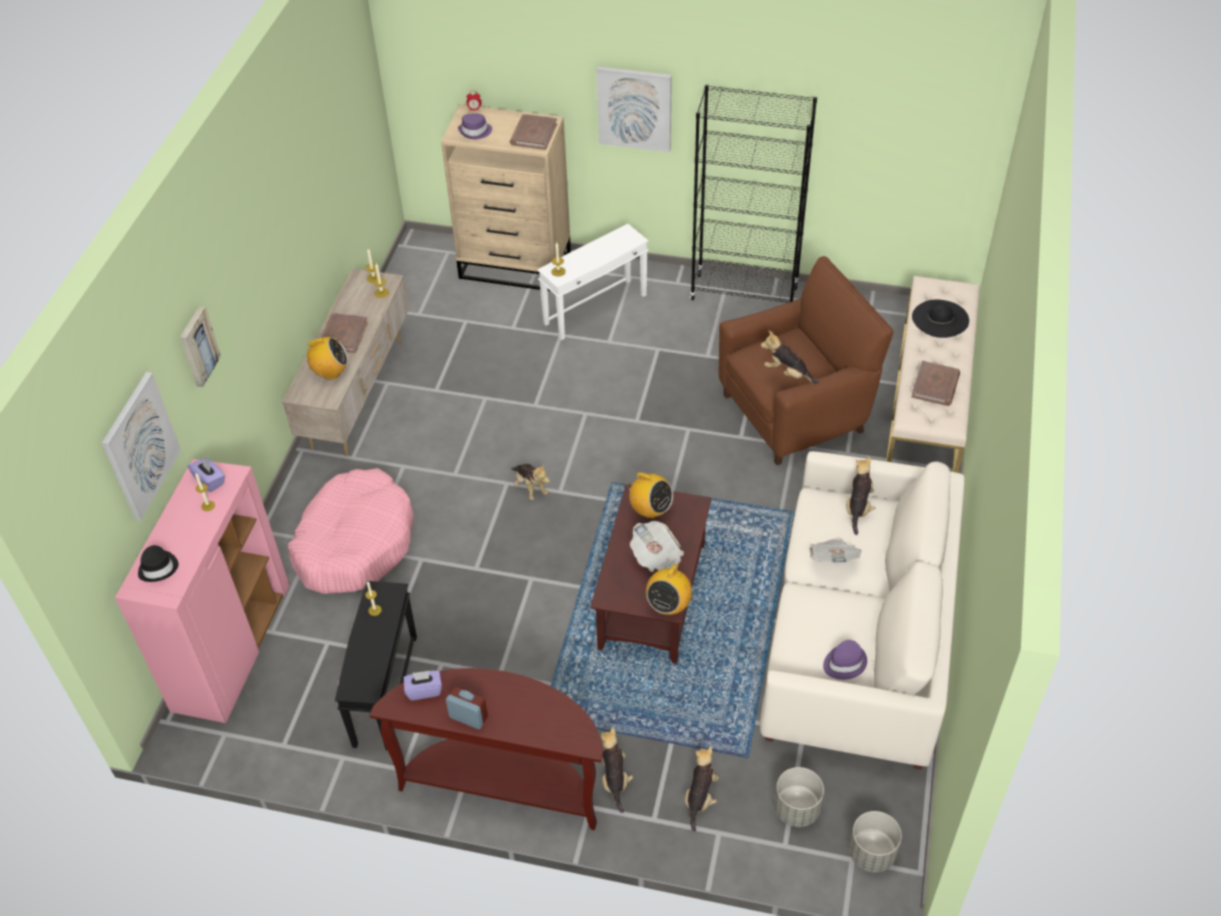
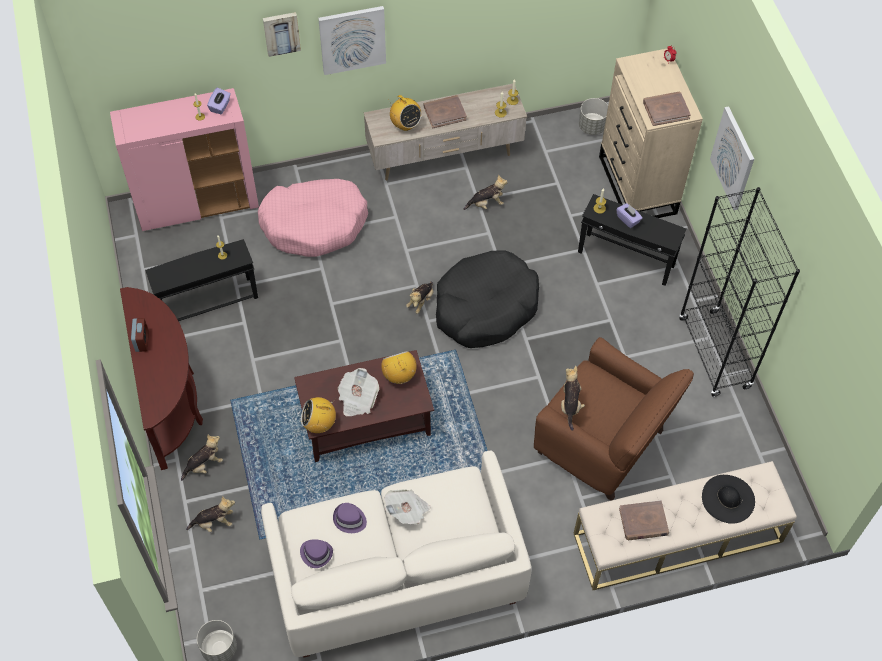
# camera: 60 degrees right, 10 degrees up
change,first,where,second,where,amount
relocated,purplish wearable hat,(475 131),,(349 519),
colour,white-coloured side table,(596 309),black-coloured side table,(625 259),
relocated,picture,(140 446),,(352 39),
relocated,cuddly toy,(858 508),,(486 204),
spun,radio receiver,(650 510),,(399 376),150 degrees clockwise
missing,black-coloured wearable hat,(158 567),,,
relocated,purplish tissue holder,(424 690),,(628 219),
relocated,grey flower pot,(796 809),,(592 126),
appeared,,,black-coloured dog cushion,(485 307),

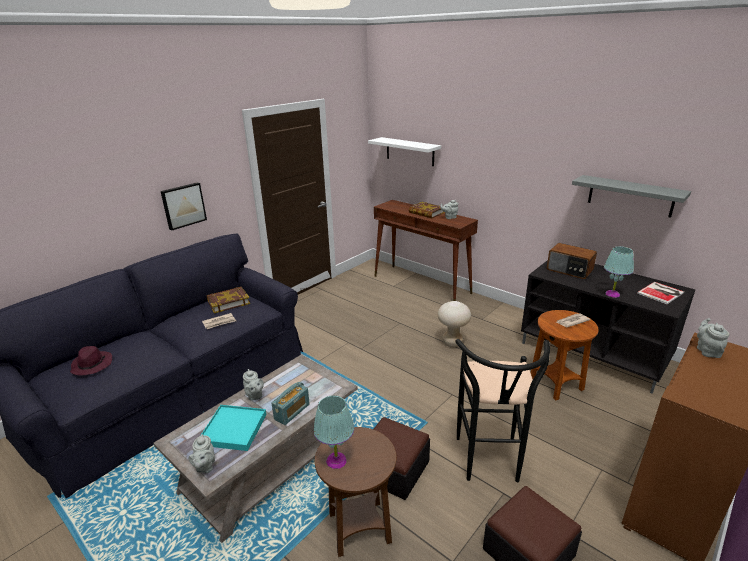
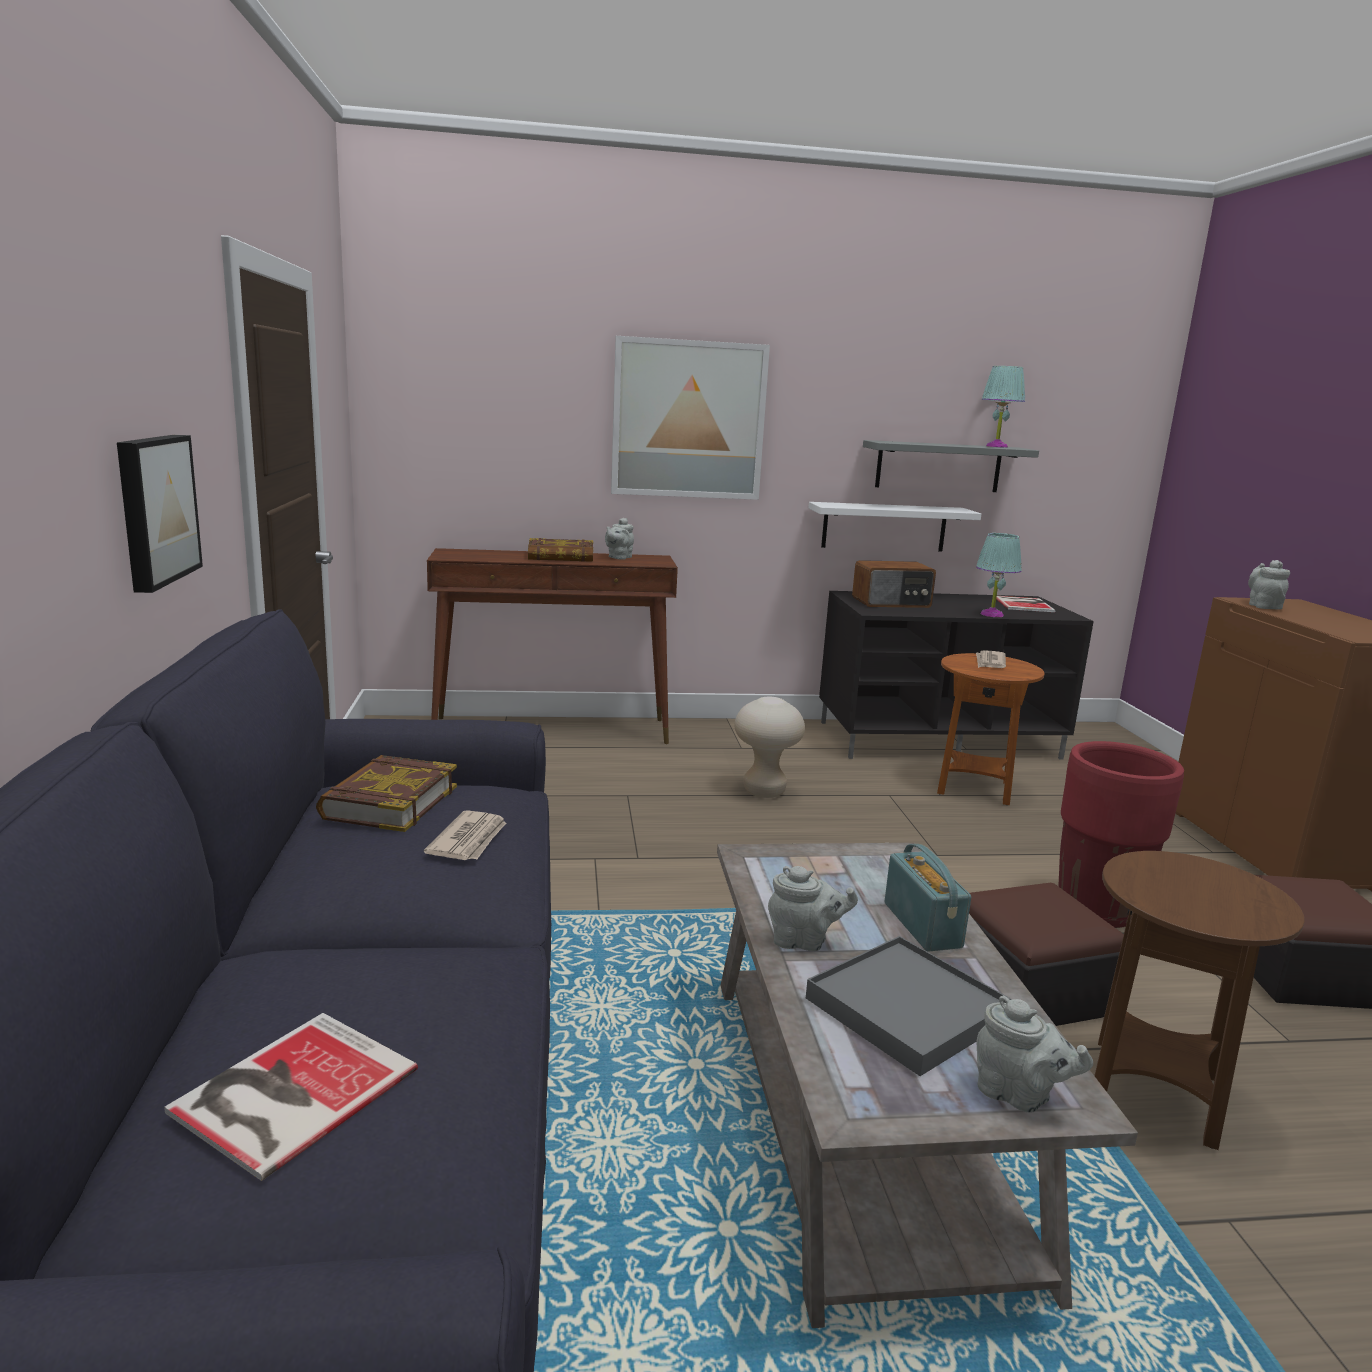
# camera: 50 degrees left, 10 degrees down
change,first,where,second,where,amount
relocated,white-coloured wall shelf,(410 151),,(884 527),
spun,grey teapot,(707 351),,(1263 606),45 degrees clockwise
exchanged,black-coloured stool seat,(489 464),red-coloured flower pot,(1097 910),
exchanged,purplish wearable hat,(91 365),bound book,(288 1092),
relocated,turquoise lamp for a table,(336 460),,(996 446),
colour,turquoise carrying tray,(234 429),grey carrying tray,(907 1008),
appeared,,,picture,(688 420),

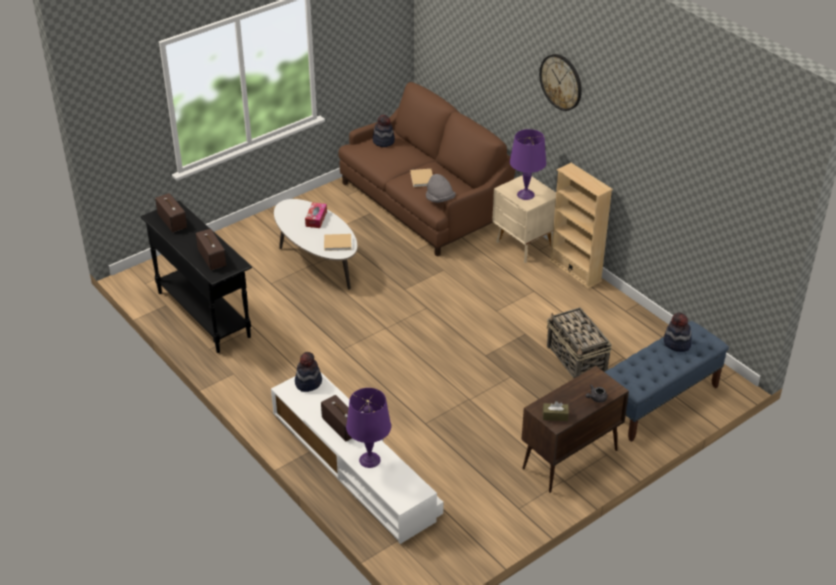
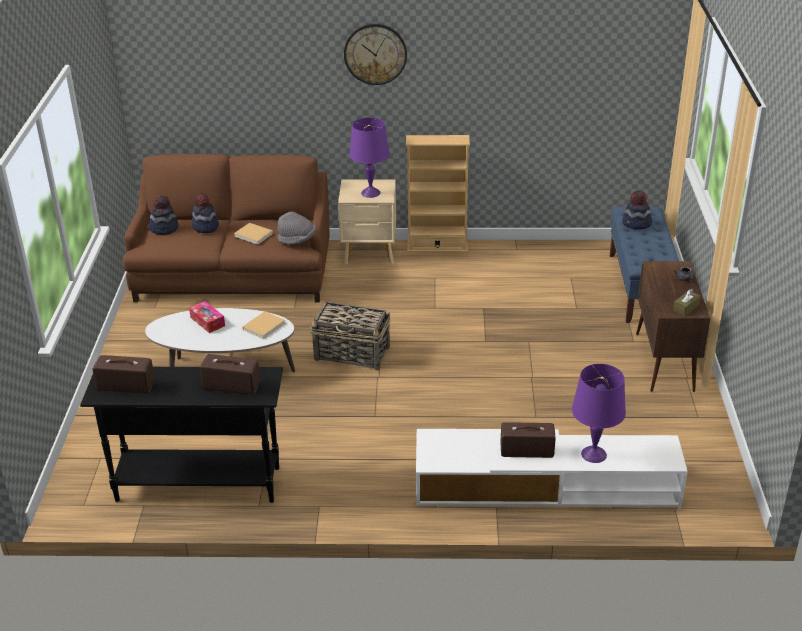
# camera: 50 degrees left, 5 degrees down
change,first,where,second,where,amount
relocated,basket,(576 360),,(353 354),
relocated,wearable hat,(308 382),,(205 227),

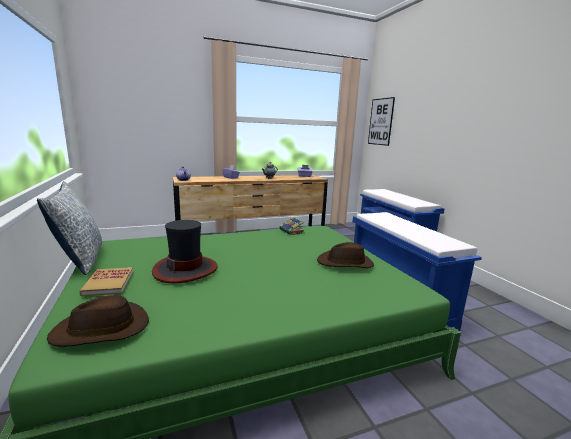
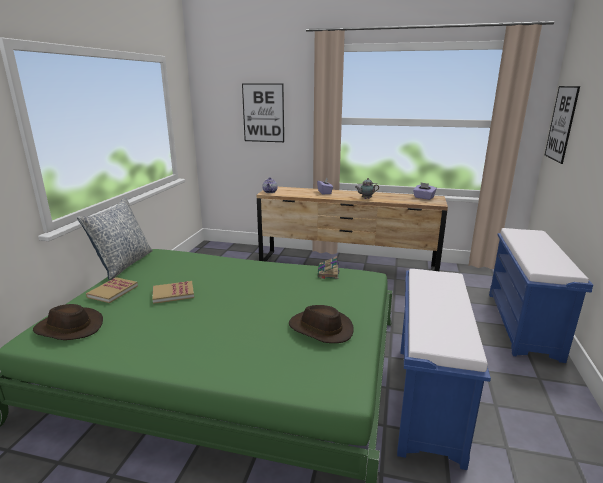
# camera: 35 degrees right, 5 degrees up
change,first,where,second,where,amount
exchanged,wearable hat,(186 269),bound book,(173 293),
appeared,,,picture,(263 113),

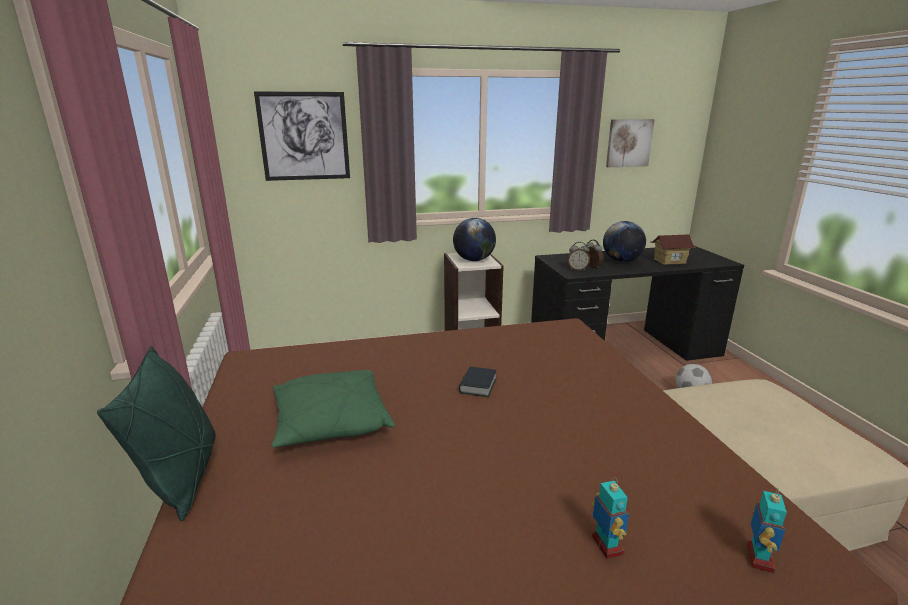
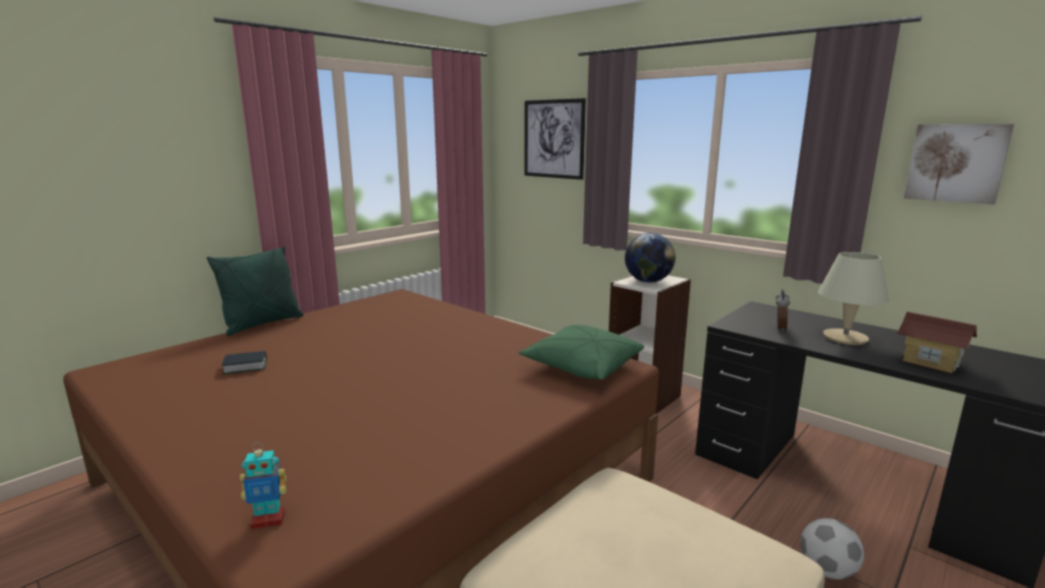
# camera: 55 degrees right, 5 degrees down
change,first,where,second,where,amount
exchanged,desk globe,(621 261),beige lamp for a table,(844 338),
missing,alarm clock,(577 269),,,
relocated,bound book,(477 385),,(245 366),
relocated,greenish cushion,(331 423),,(582 367),
missing,model robot,(606 546),,,

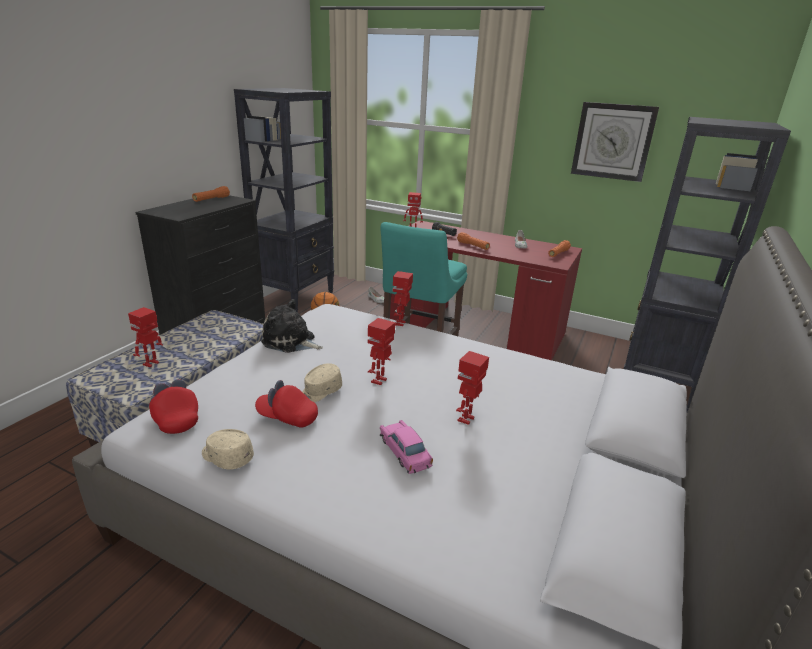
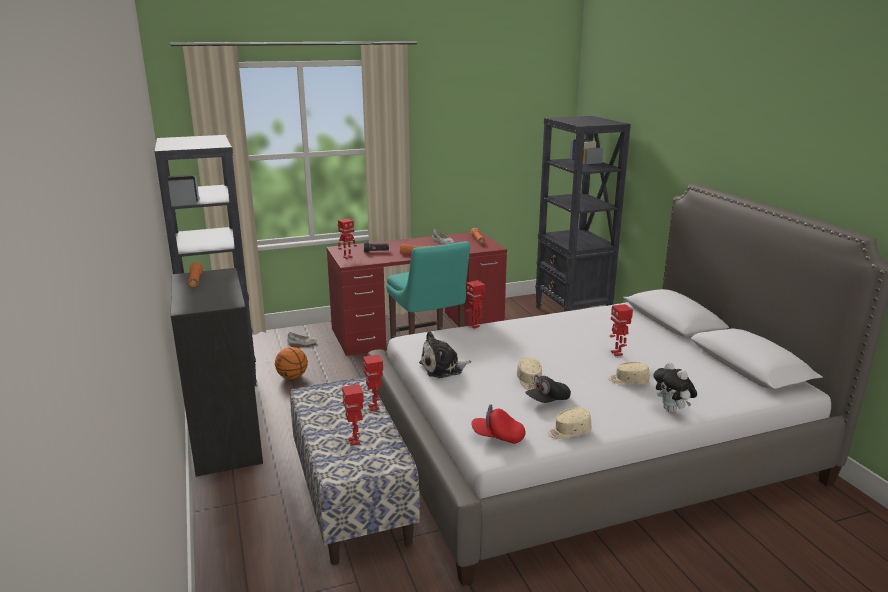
# camera: 45 degrees left, 5 degrees down
change,first,where,second,where,amount
missing,clock on the wall,(613 141),,,
relocated,model robot,(379 381),,(374 407),
colour,red-coloured baseball cap,(287 417),black-coloured baseball cap,(547 400),
exchanged,pink-coloured model car,(404 452),beige baseball cap,(628 381),
appeared,,,cuddly toy,(672 410),

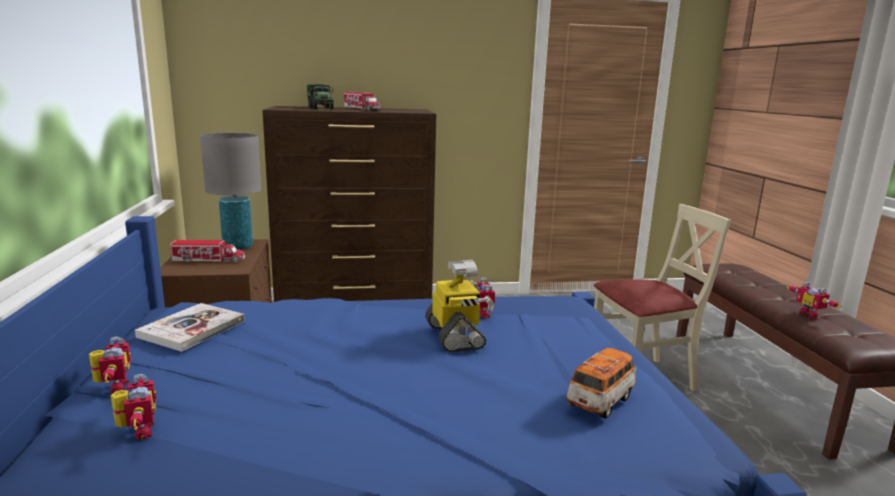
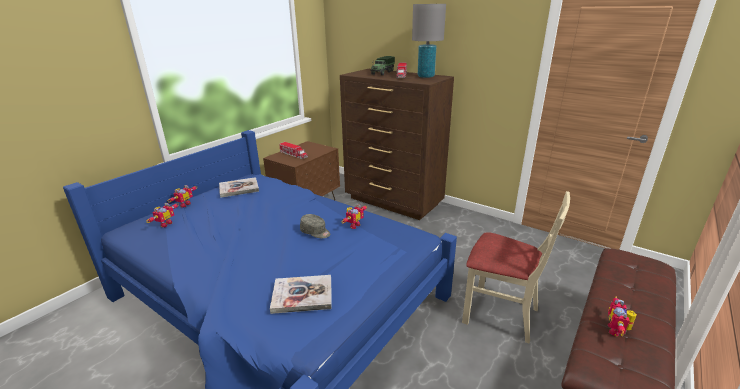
# camera: 45 degrees right, 10 degrees up
change,first,where,second,where,amount
relocated,grey lamp for a table,(238 247),,(426 76),
exchanged,model robot,(456 336),grey baseball cap,(315 232),
exchanged,model car,(600 400),bound book,(302 295),

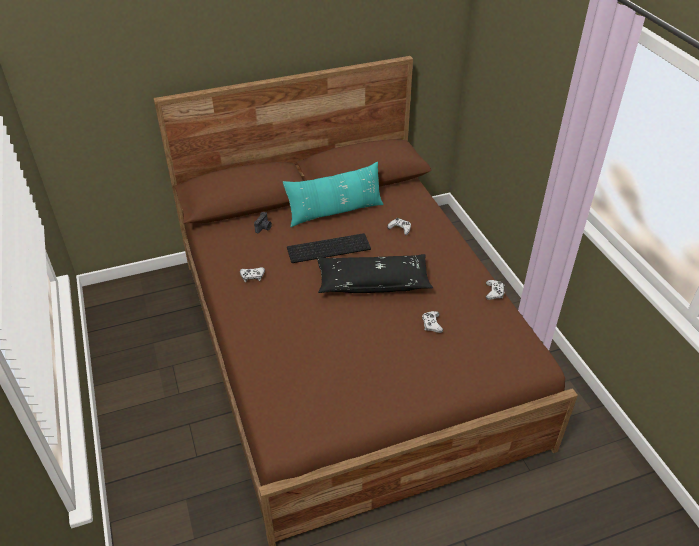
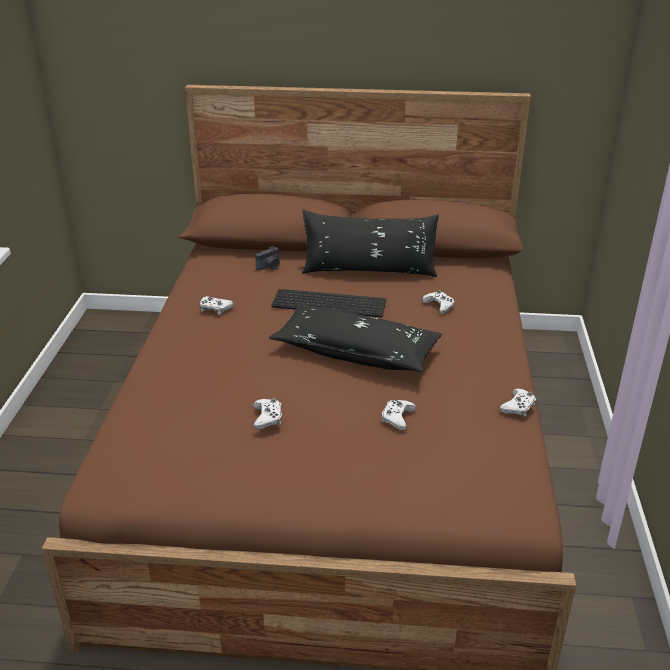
# camera: 25 degrees right, 10 degrees down
change,first,where,second,where,amount
colour,turquoise cushion,(335 212),black-coloured cushion,(369 271),
appeared,,,white-coloured game controller,(267 417),

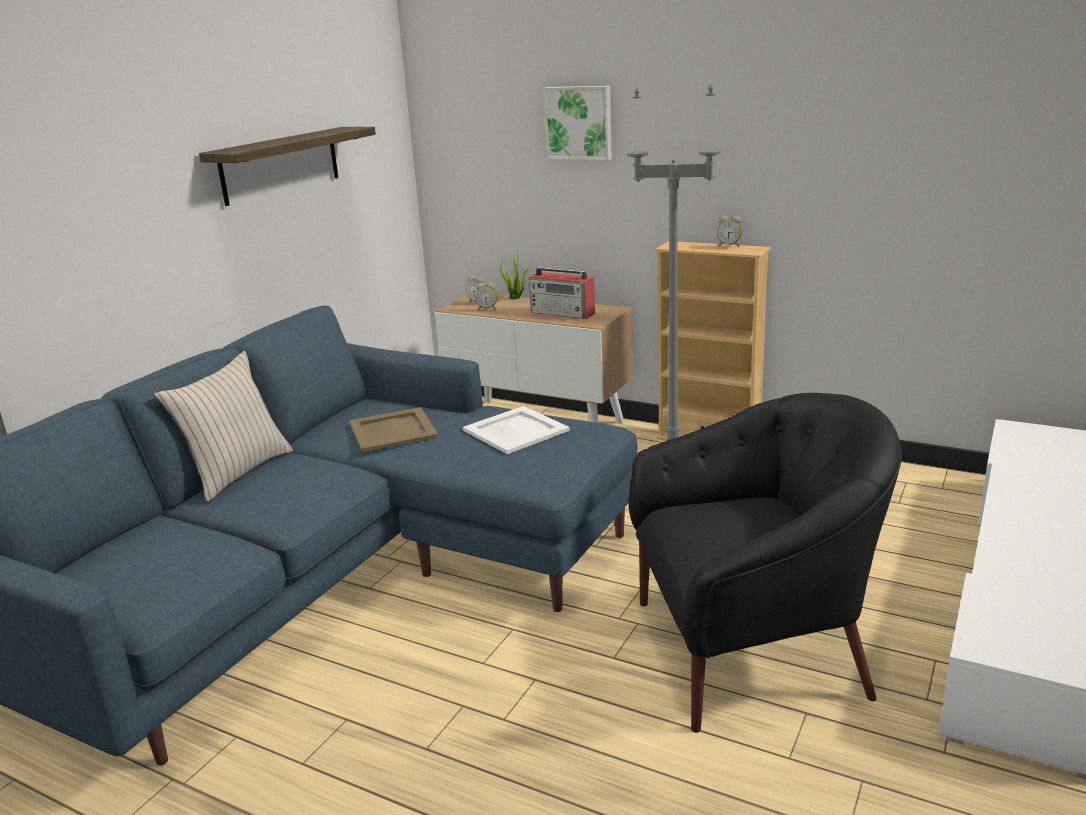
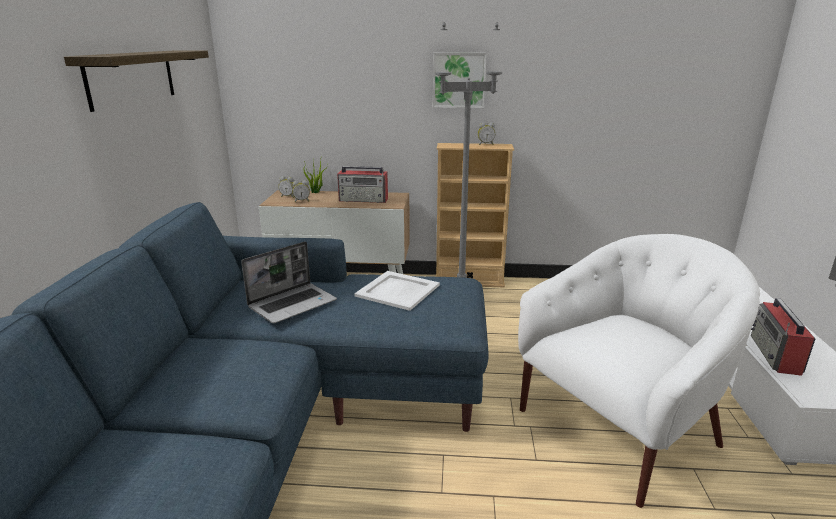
# camera: 25 degrees left, 0 degrees up
change,first,where,second,where,amount
relocated,picture,(579 122),,(459 80),
missing,beige cushion,(237 472),,,
colour,black-coloured lounge chair,(751 649),white-coloured lounge chair,(619 428),
exchanged,beige carrying tray,(393 430),notebook computer,(293 304),
appeared,,,radio receiver,(775 355),

